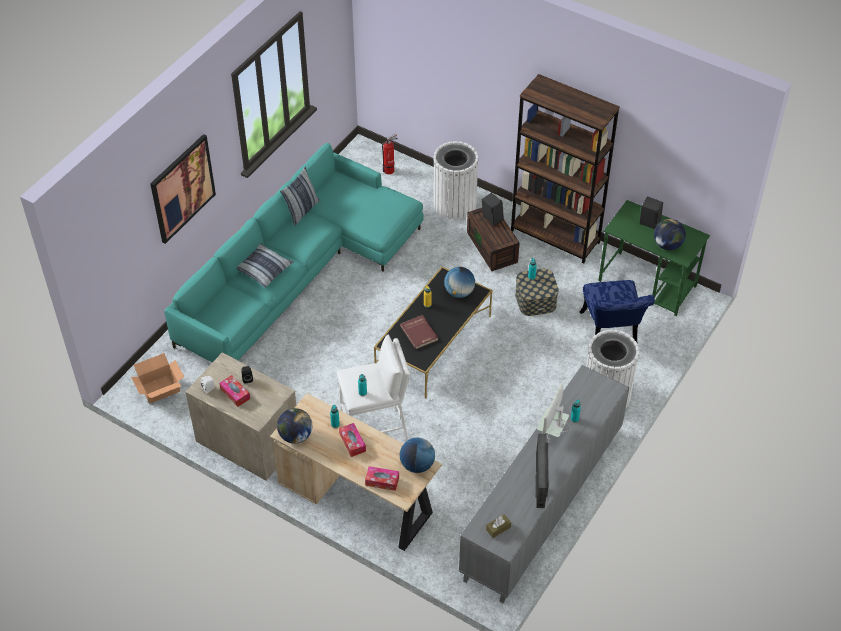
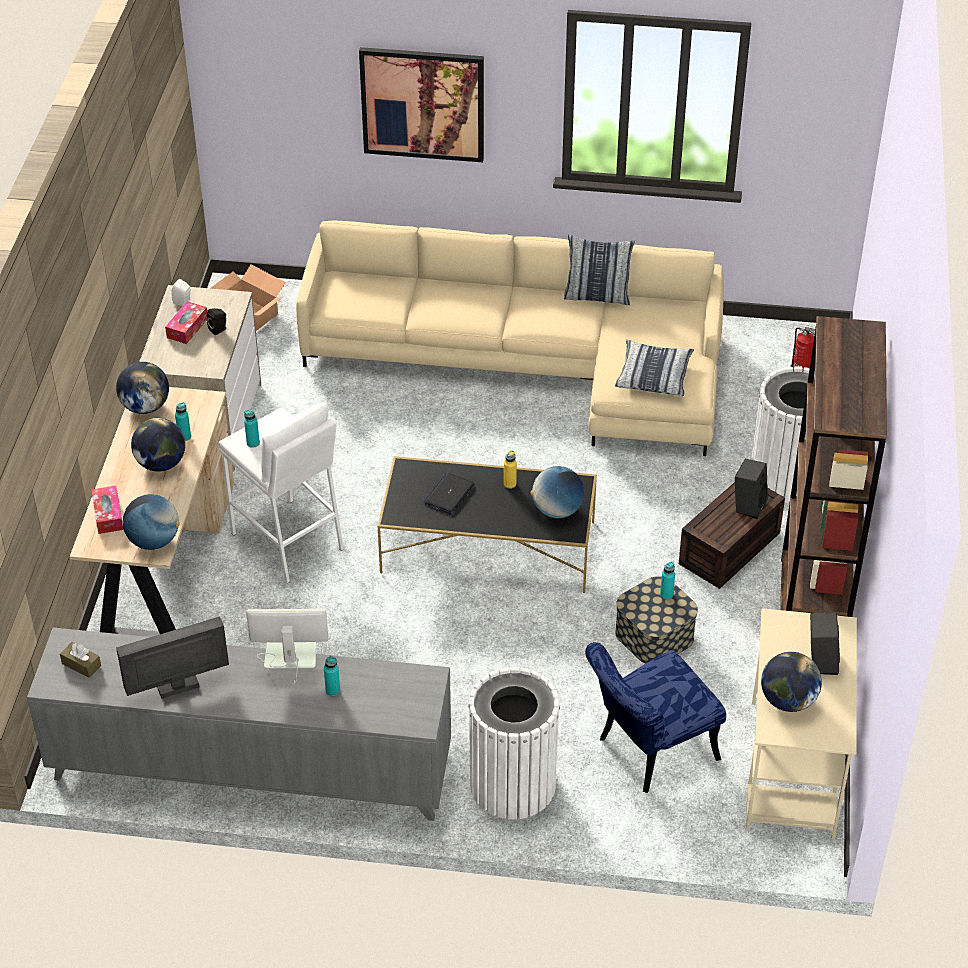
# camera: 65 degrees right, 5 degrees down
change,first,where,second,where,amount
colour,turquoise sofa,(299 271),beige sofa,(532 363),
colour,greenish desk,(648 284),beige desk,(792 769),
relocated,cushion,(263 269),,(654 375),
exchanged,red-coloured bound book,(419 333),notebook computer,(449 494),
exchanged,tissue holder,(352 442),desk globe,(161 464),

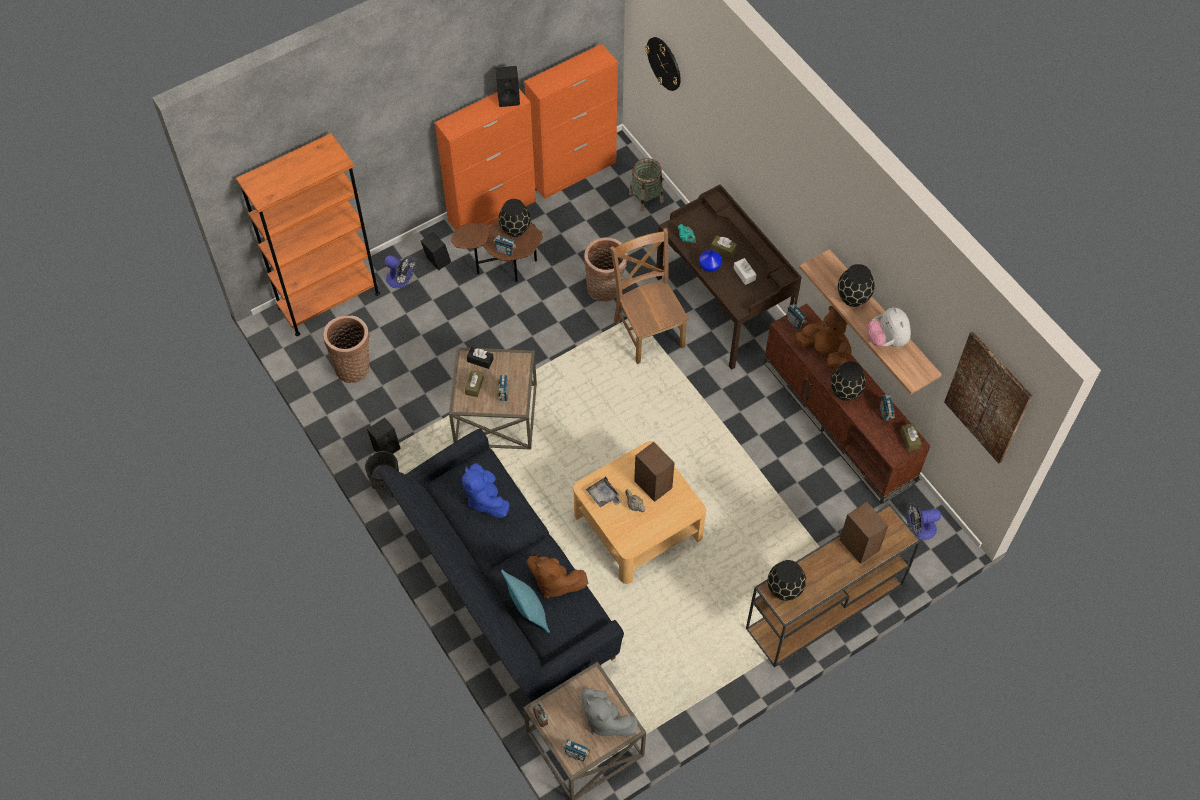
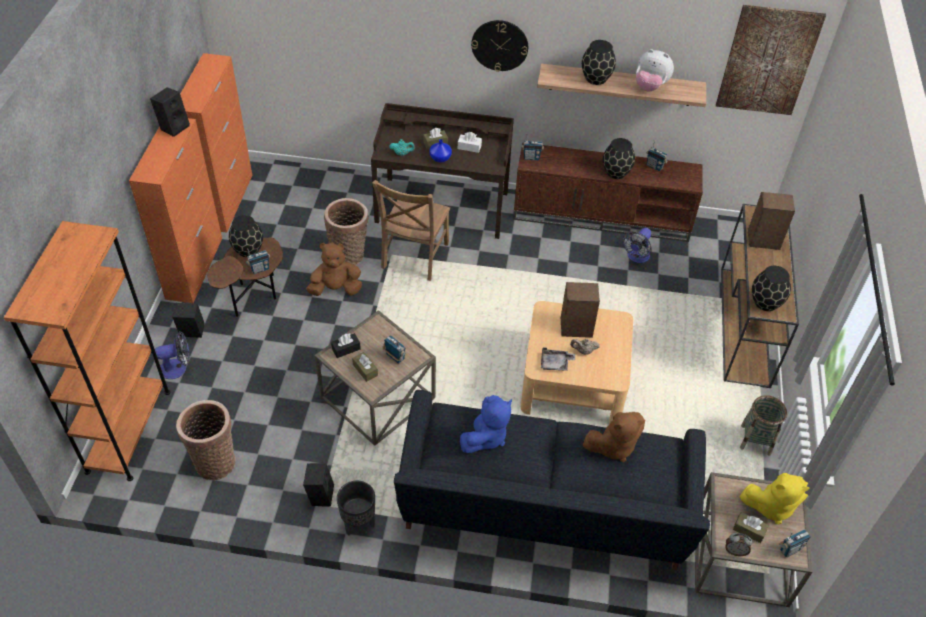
# camera: 50 degrees left, 10 degrees down
change,first,where,second,where,amount
relocated,clock on the wall,(664 63),,(499 45),
relocated,basket,(646 198),,(755 440),
spun,brown-coloured chair,(648 331),,(414 258),90 degrees counterclockwise
relocated,brown-coloured cuddly toy,(824 351),,(335 289),
relocated,brown-coloured tissue holder,(909 439),,(749 530),
spun,blue-coloured cuddly toy,(485 499),,(486 436),75 degrees counterclockwise
relocated,cooling fan,(918 529),,(636 257),
missing,turquoise cushion,(527 611),,,
colour,grey cuddly toy,(605 720),yellowish cuddly toy,(771 506),

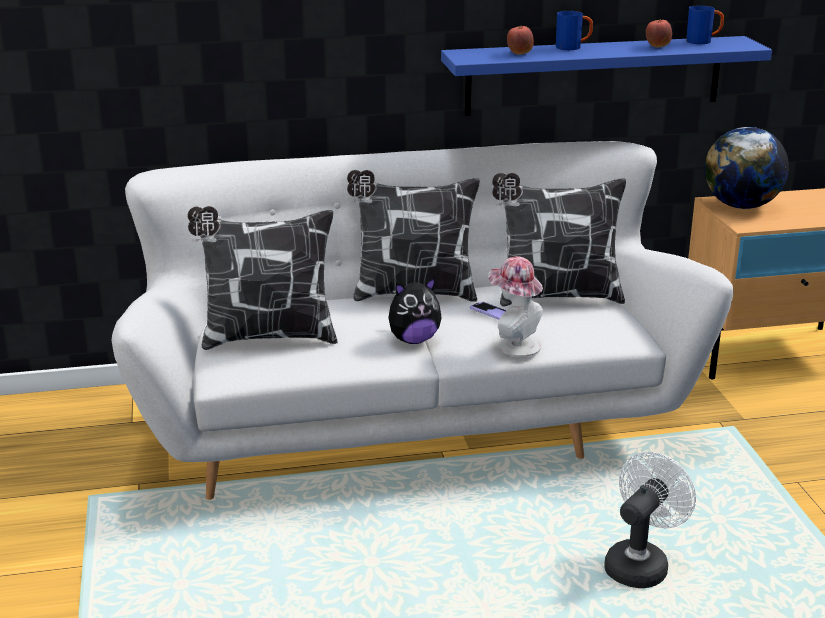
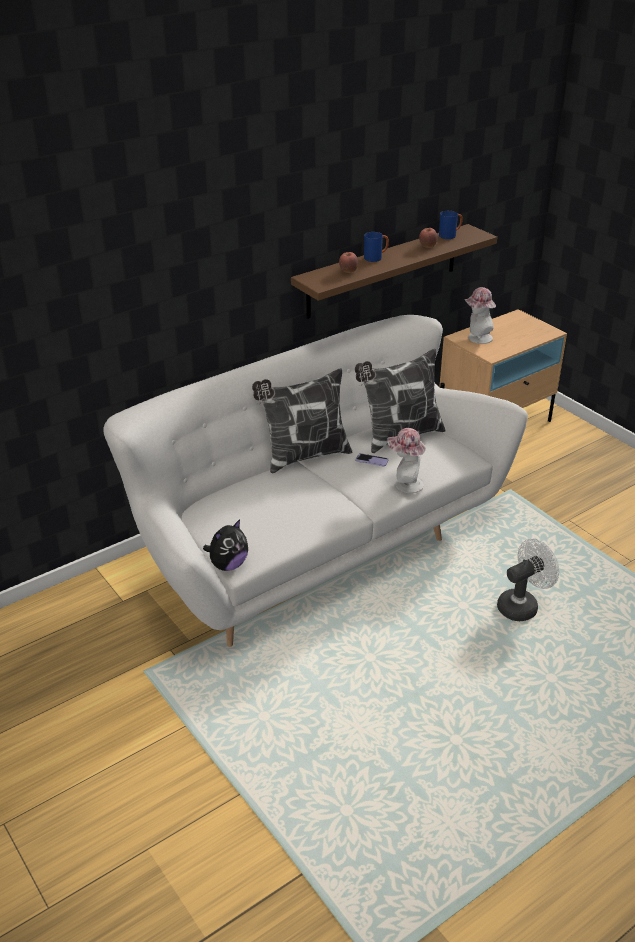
# camera: 25 degrees left, 10 degrees up
change,first,where,second,where,amount
colour,blue-coloured wall shelf,(594 75),brown-coloured wall shelf,(383 271),
exchanged,desk globe,(741 206),wearable hat,(477 338),
missing,cushion,(266 337),,,
relocated,cuddly toy,(413 340),,(228 565),
spun,white-coloured cooling fan,(640 564),,(522 605),45 degrees clockwise

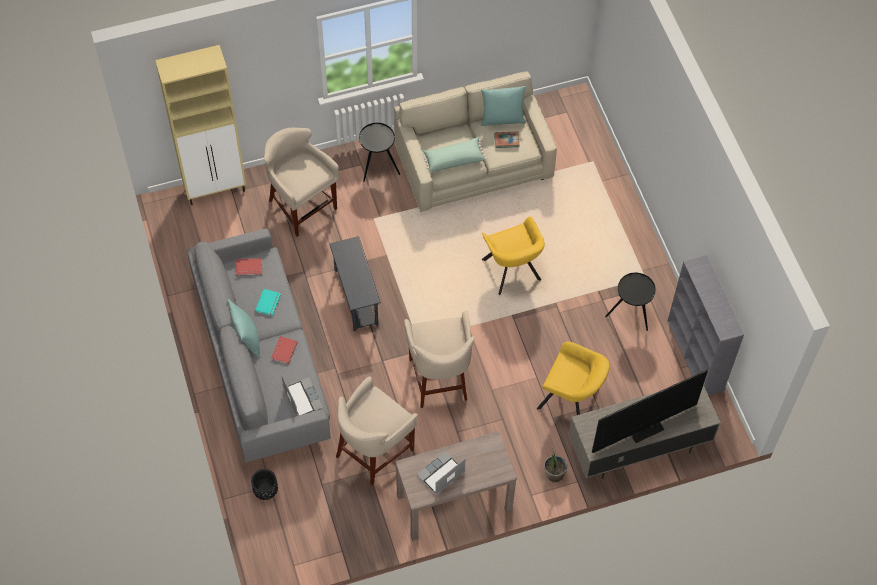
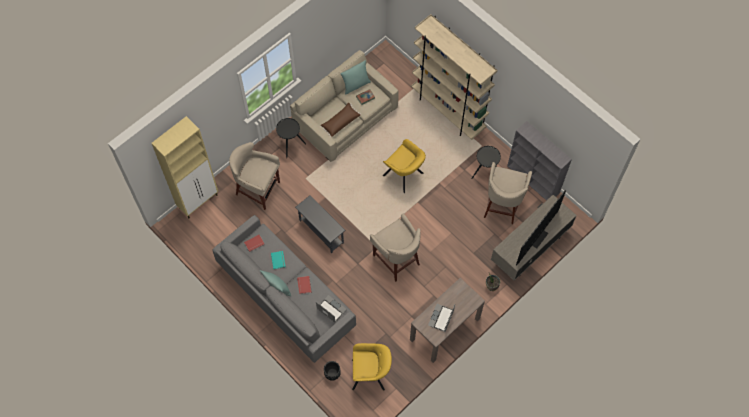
# camera: 25 degrees left, 5 degrees up
change,first,where,second,where,amount
colour,greenish cushion,(453 159),brown-coloured cushion,(340 122),
relocated,yellowish lounge chair,(571 400),,(370 374),
relocated,beige stool seat,(374 451),,(502 205),
appeared,,,beige shelving unit,(448 111),

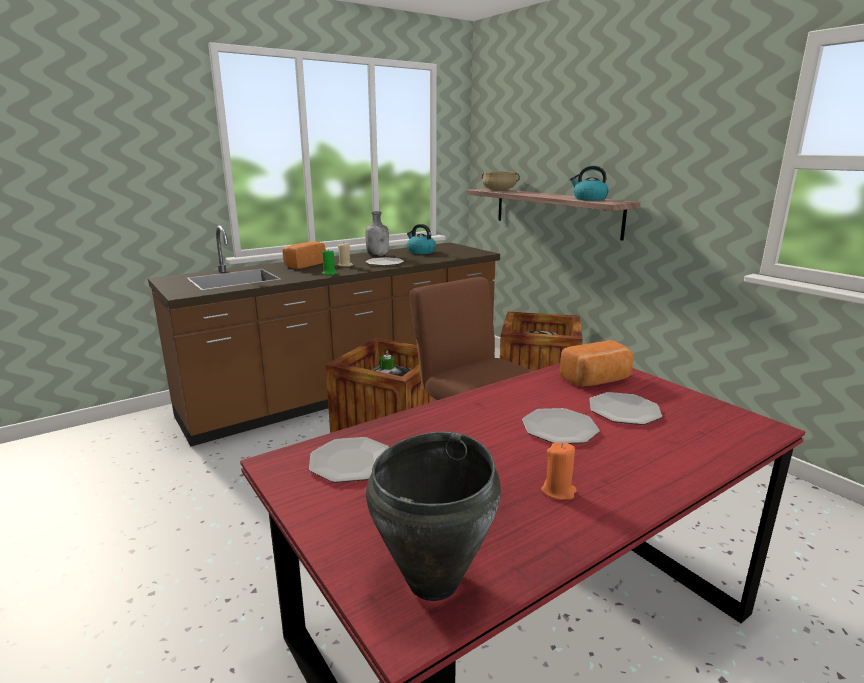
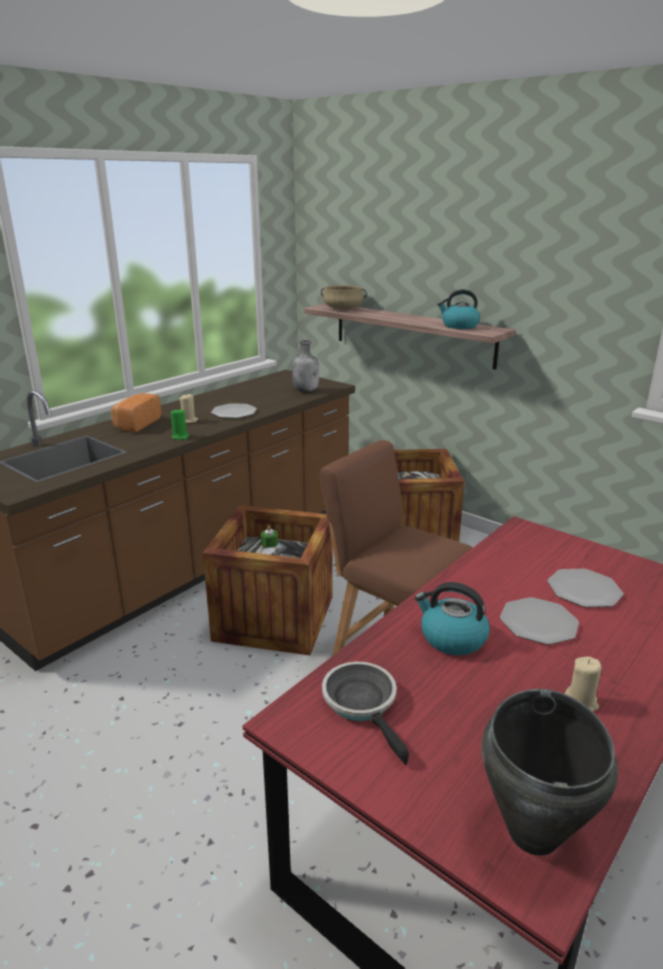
# camera: 15 degrees left, 5 degrees up
change,first,where,second,where,amount
relocated,grey bottle,(378 255),,(306 391),
relocated,water kettle,(420 252),,(452 638),
missing,bakery bread,(597 380),,,
exchanged,flat dish,(350 461),skillet,(363 704),
colour,orange wax candle,(558 491),beige wax candle,(581 702),

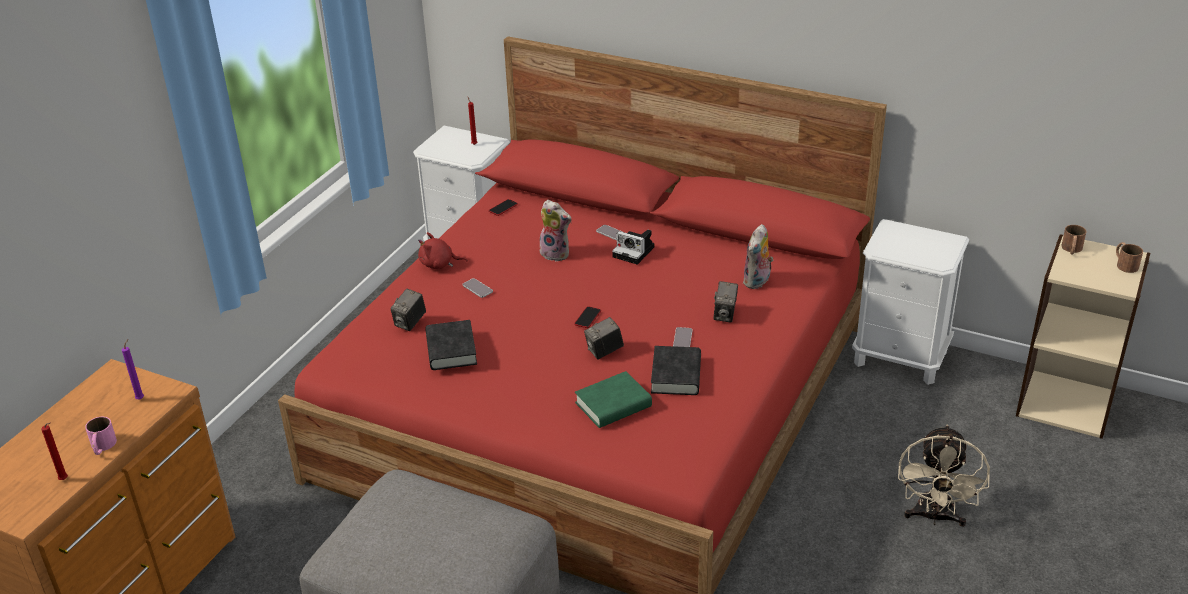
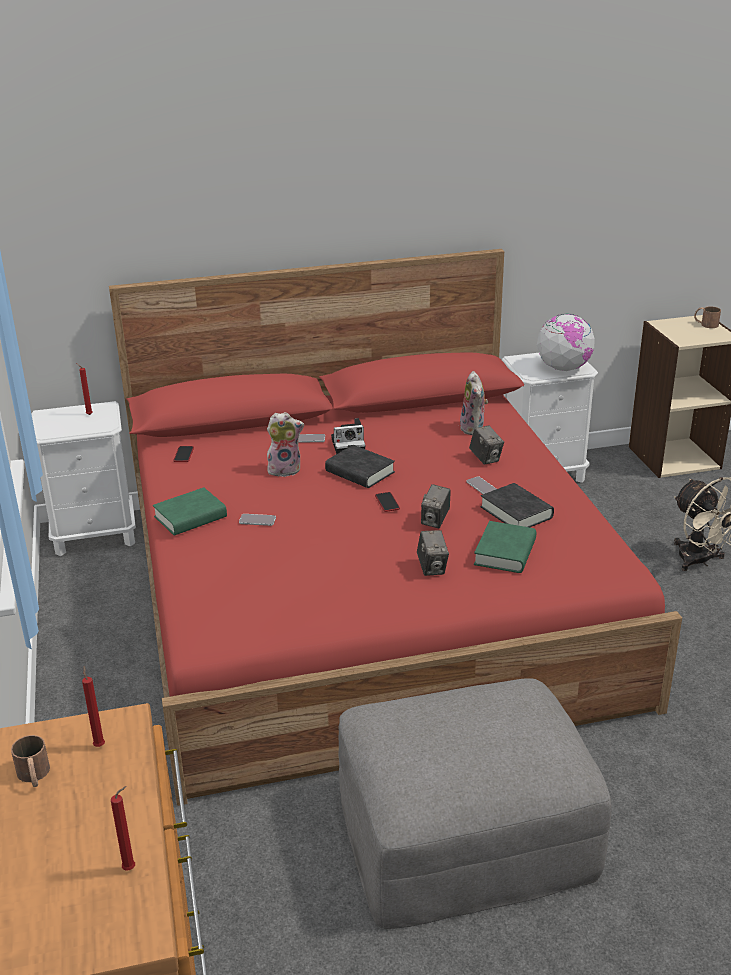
# camera: 40 degrees left, 5 degrees down
change,first,where,second,where,amount
relocated,brown-coloured coffee mug,(1071 250),,(34 776),
exchanged,red-coloured cuddly toy,(439 264),greenish bound book,(190 517),
relocated,photo camera,(410 323),,(432 568),
relocated,black-coloured bound book,(451 350),,(360 472),
colour,purplish wax candle,(141 398),red-coloured wax candle,(99 745),
missing,pink-coloured coffee mug,(102 447),,,
appeared,,,desk globe,(563 368),

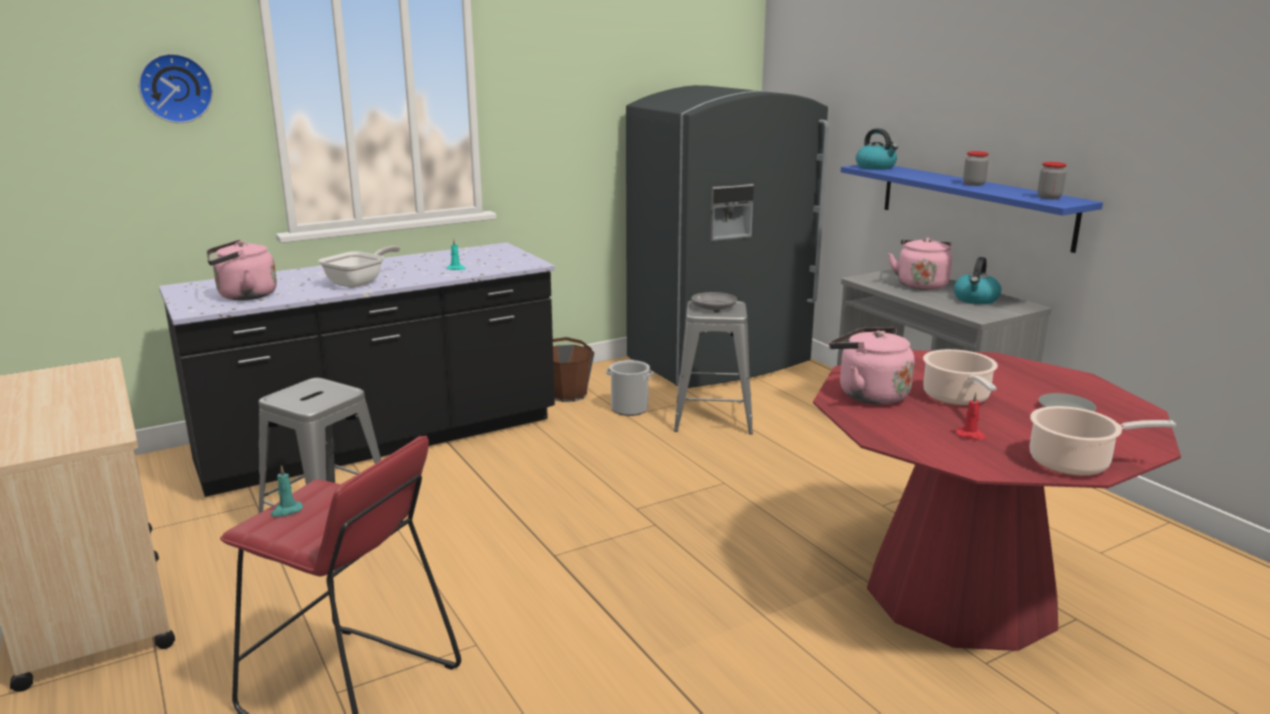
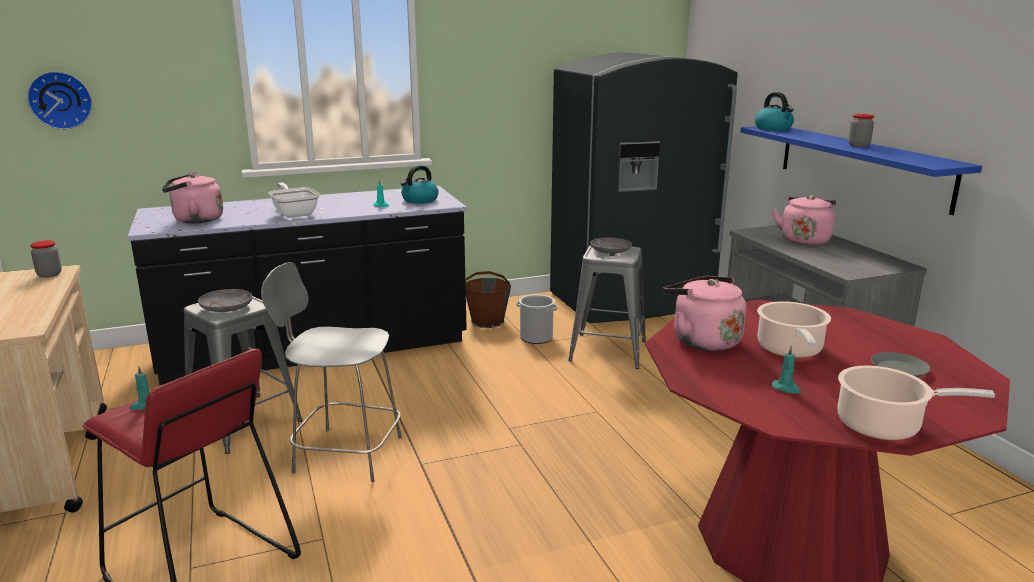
# camera: 10 degrees right, 0 degrees up
change,first,where,second,where,amount
relocated,clock on the wall,(175 88),,(61 100),
relocated,jar,(1049 197),,(49 274),
spun,skillet,(360 282),,(294 213),75 degrees counterclockwise
relocated,water kettle,(976 299),,(419 200),
colour,red-coloured wax candle,(971 435),turquoise wax candle,(786 388),
appeared,,,grey chair,(344 454),
appeared,,,grey flat dish,(226 307),

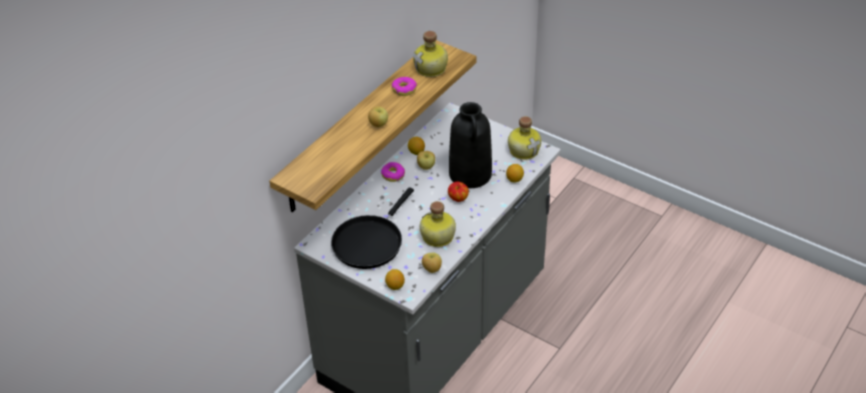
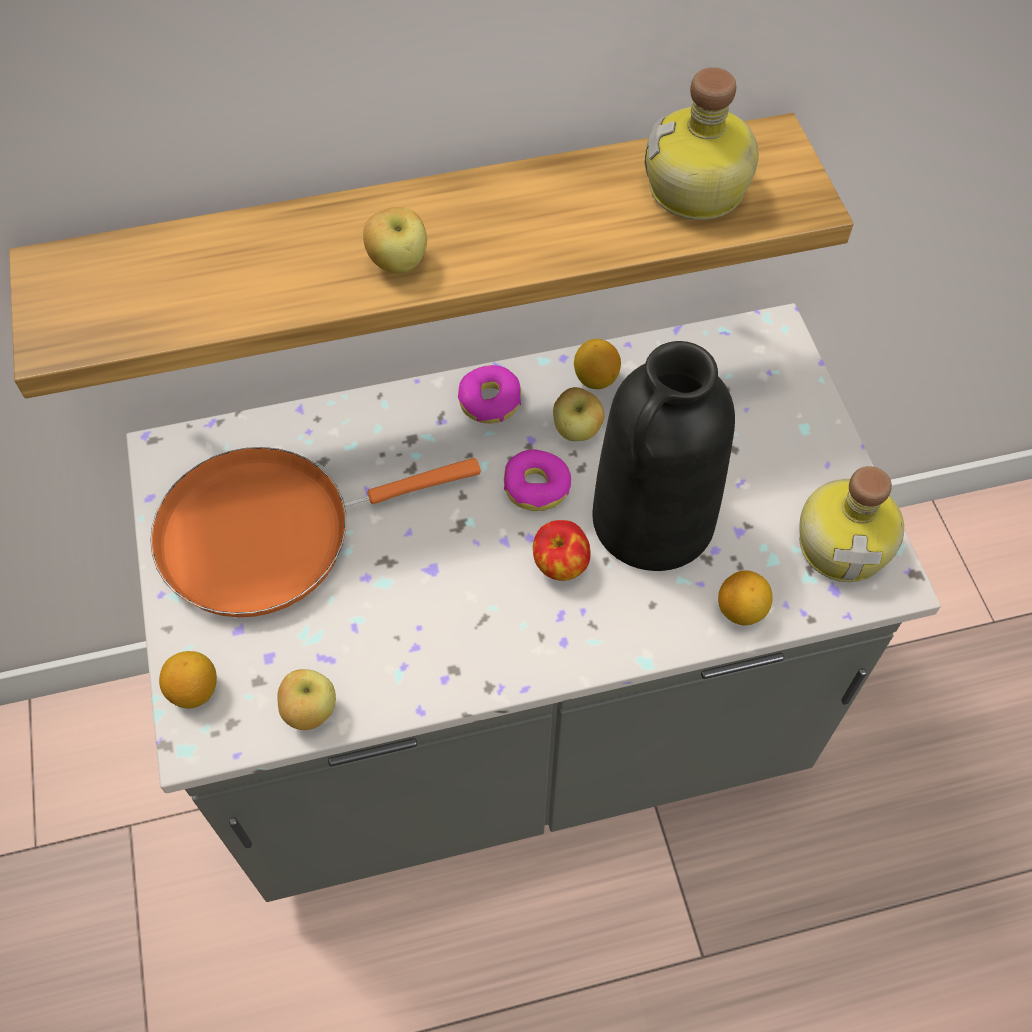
# camera: 40 degrees right, 15 degrees up
change,first,where,second,where,amount
relocated,donut,(404 89),,(536 487),
colour,black-coloured skillet,(370 242),orange skillet,(270 533),
missing,bottle,(437 237),,,

